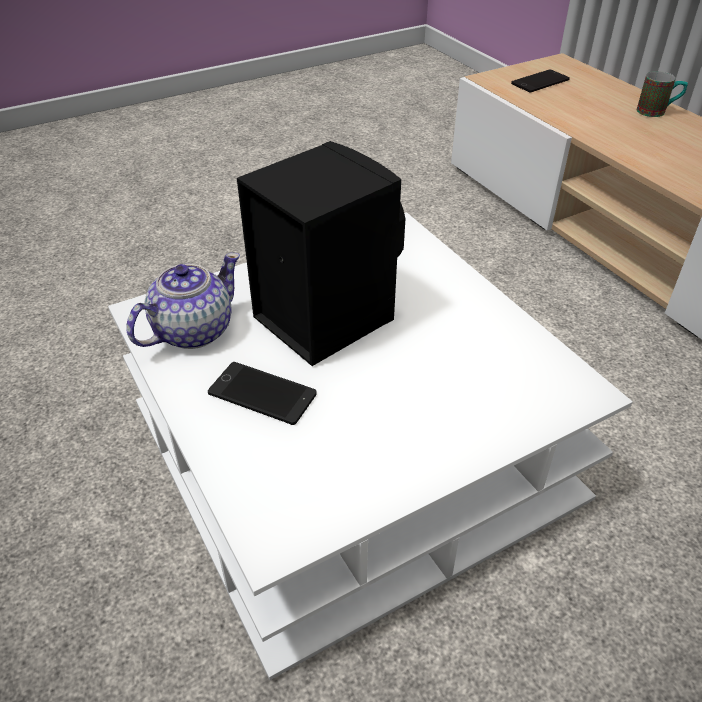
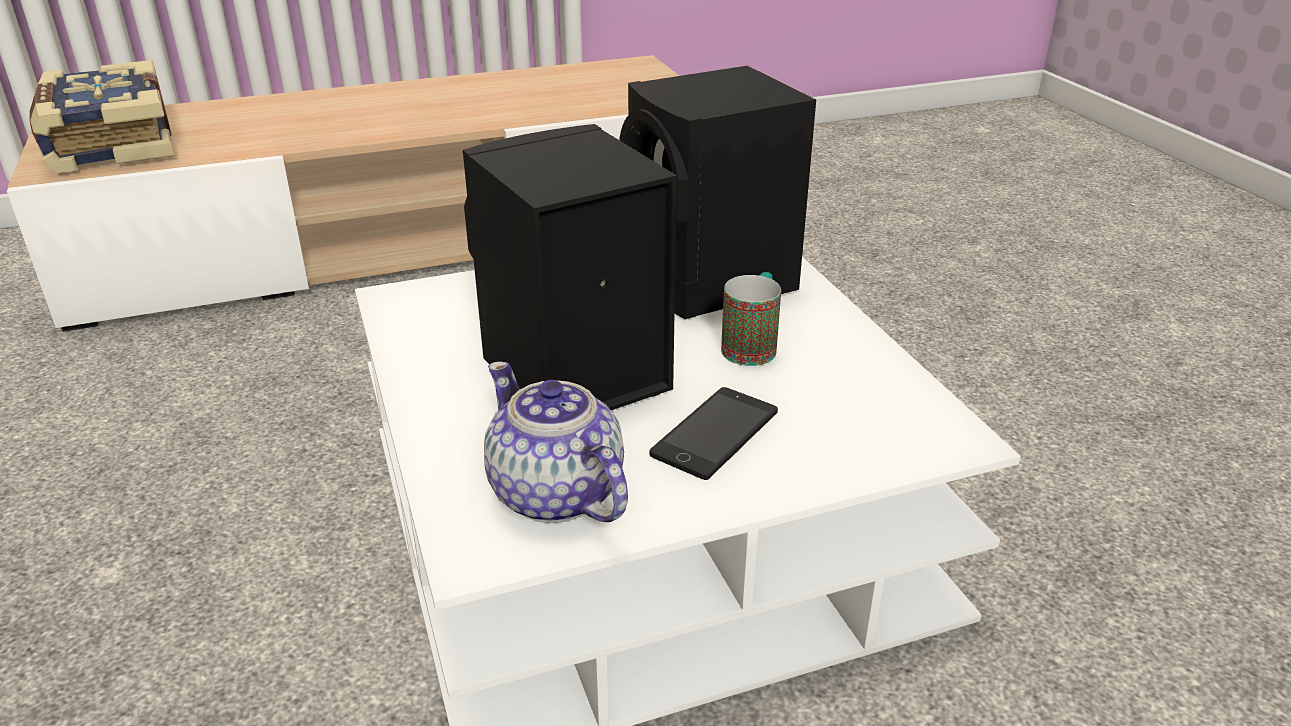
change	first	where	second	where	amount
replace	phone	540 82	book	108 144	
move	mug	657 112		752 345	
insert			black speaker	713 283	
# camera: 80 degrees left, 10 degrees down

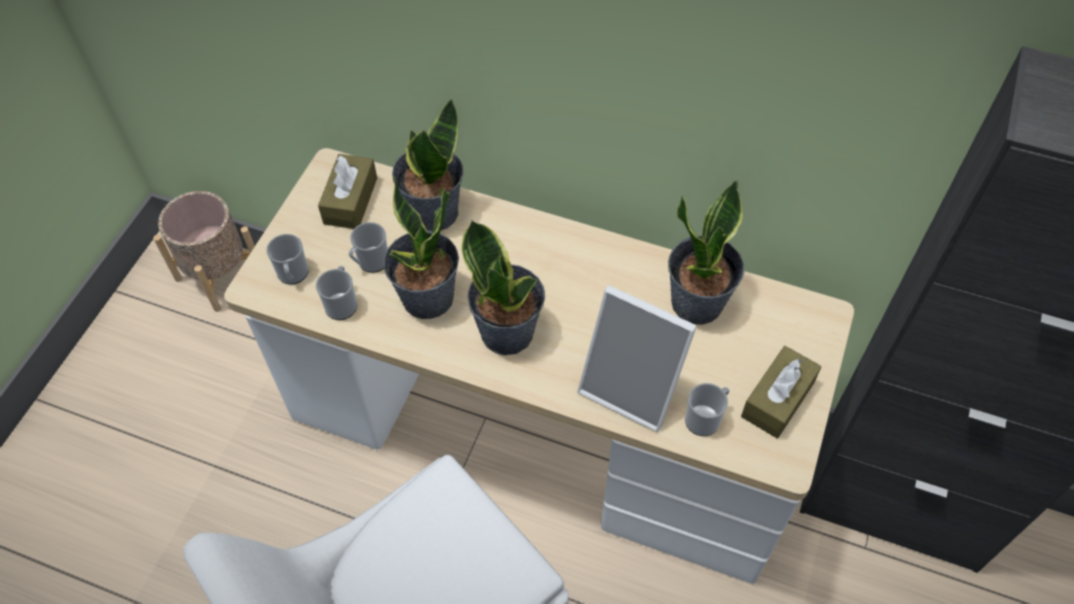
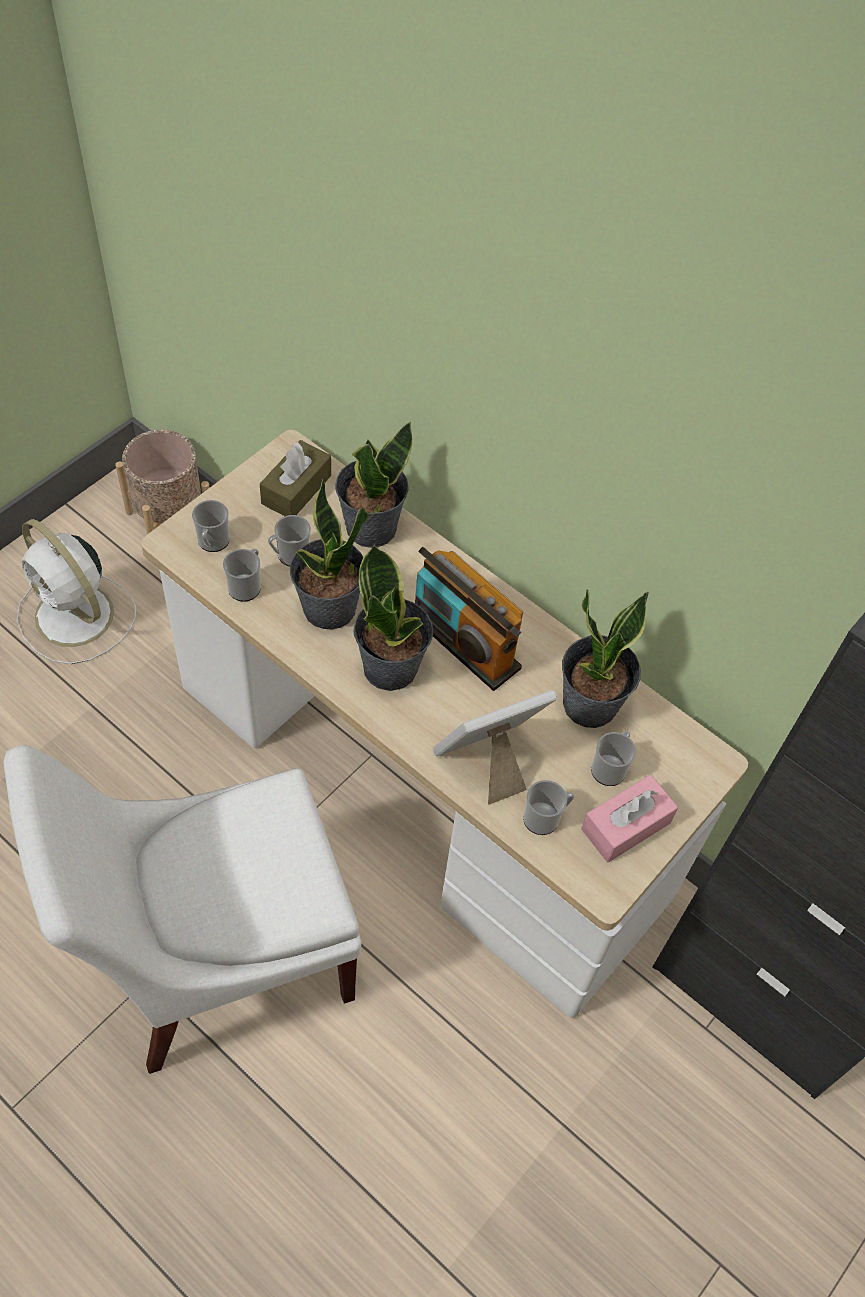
change	first	where	second	where	amount
rotate	picture frame	633 388		488 763	105 degrees clockwise
recolor	brown tissue box	777 399	pink tissue box	626 826	
insert			white fan	76 617	
insert			radio	463 641	
insert			mug	610 767	
# camera: 15 degrees right, 0 degrees up

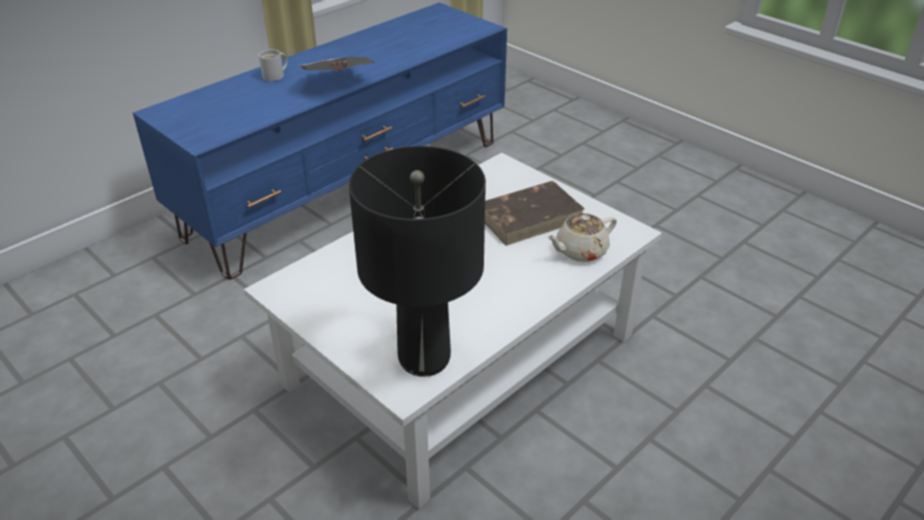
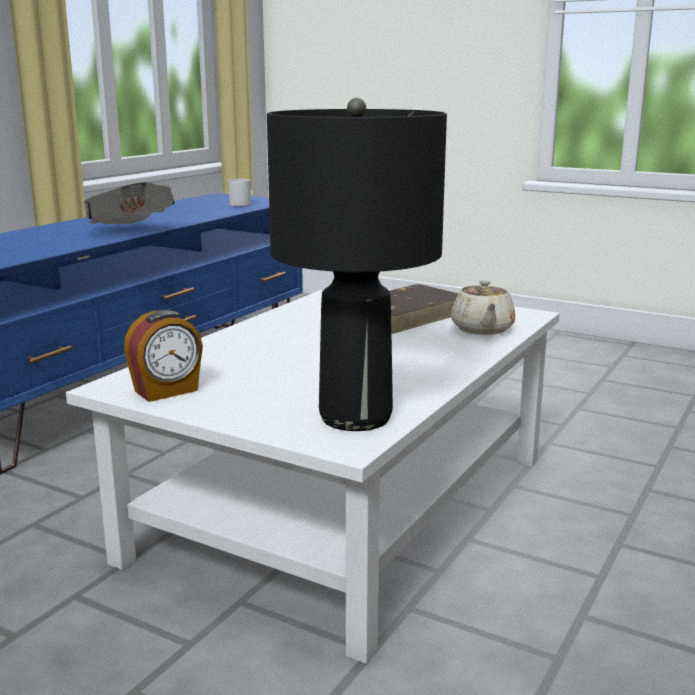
change	first	where	second	where	amount
move	white mug	275 76		242 204	
rotate	beige teapot	580 251		482 329	45 degrees counterclockwise
insert			alarm clock	167 391	
# camera: 15 degrees left, 20 degrees down

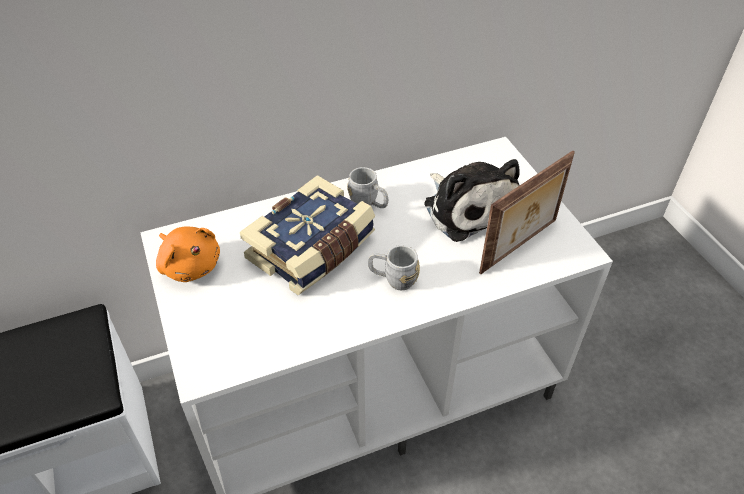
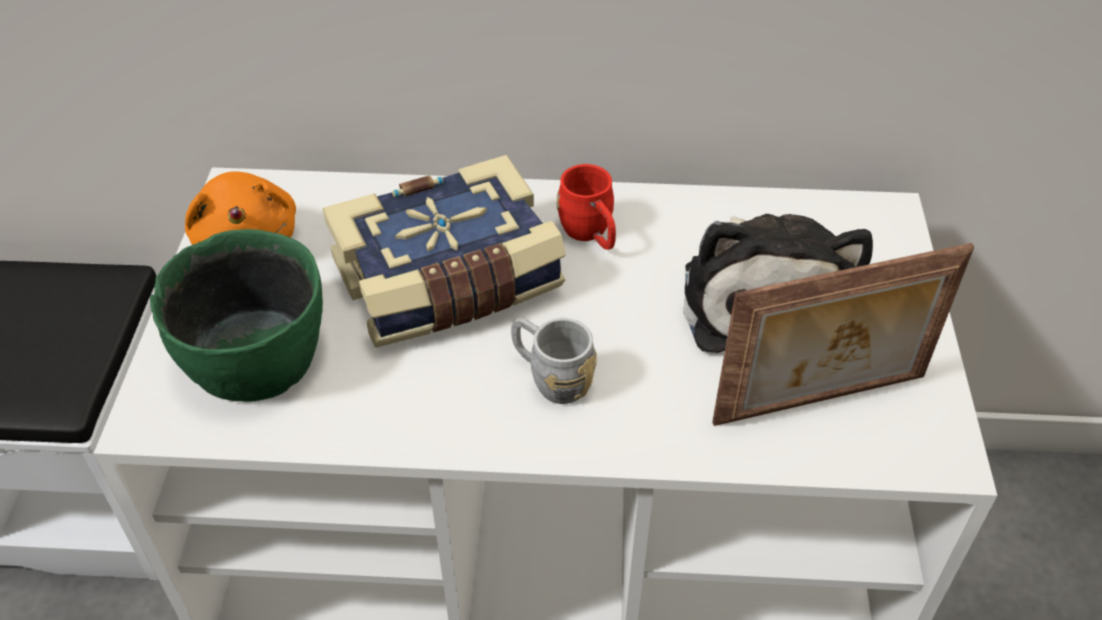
change	first	where	second	where	amount
recolor	grey mug	368 204	red mug	591 235	
insert			green bowl	257 355	
# camera: 25 degrees right, 0 degrees up

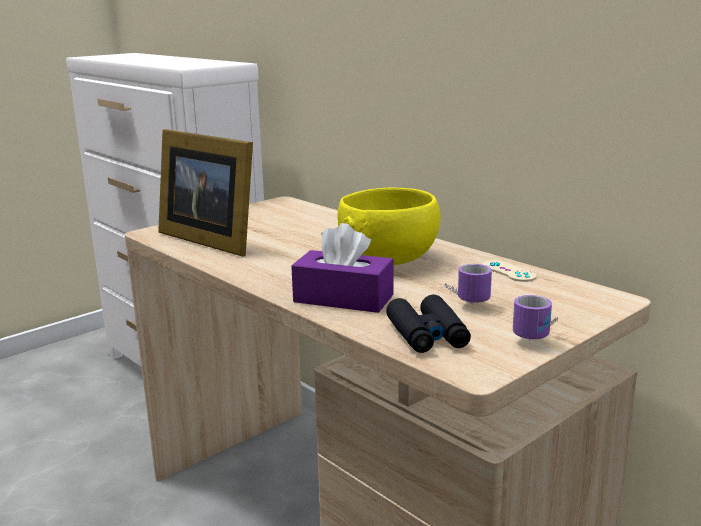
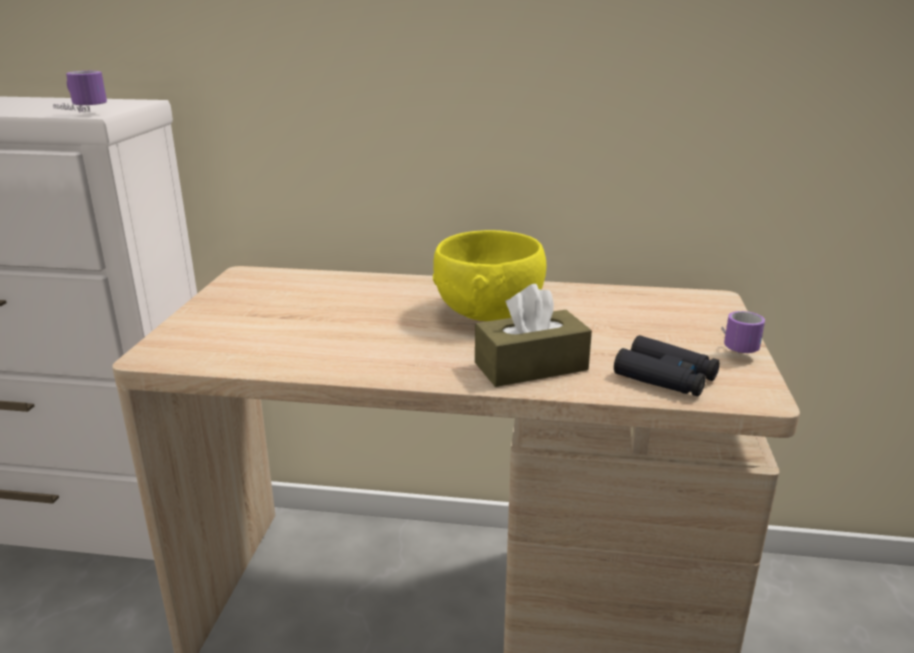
change	first	where	second	where	amount
delete	picture frame	210 239			
recolor	purple tissue box	343 298	brown tissue box	531 366	
move	mug	463 299		78 112	
delete	beige game controller	508 271			
# camera: 40 degrees left, 5 degrees up

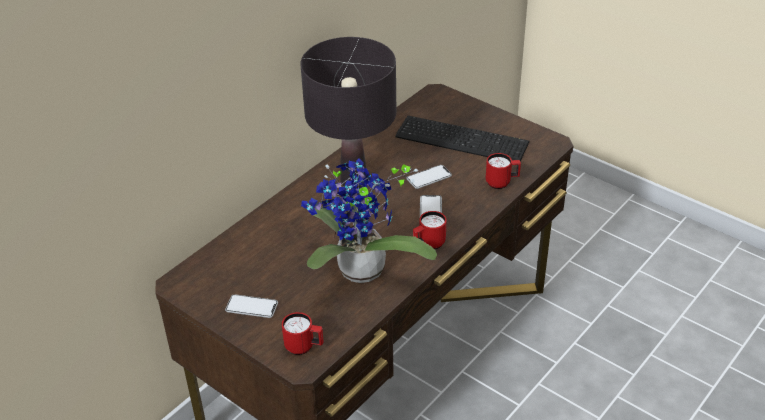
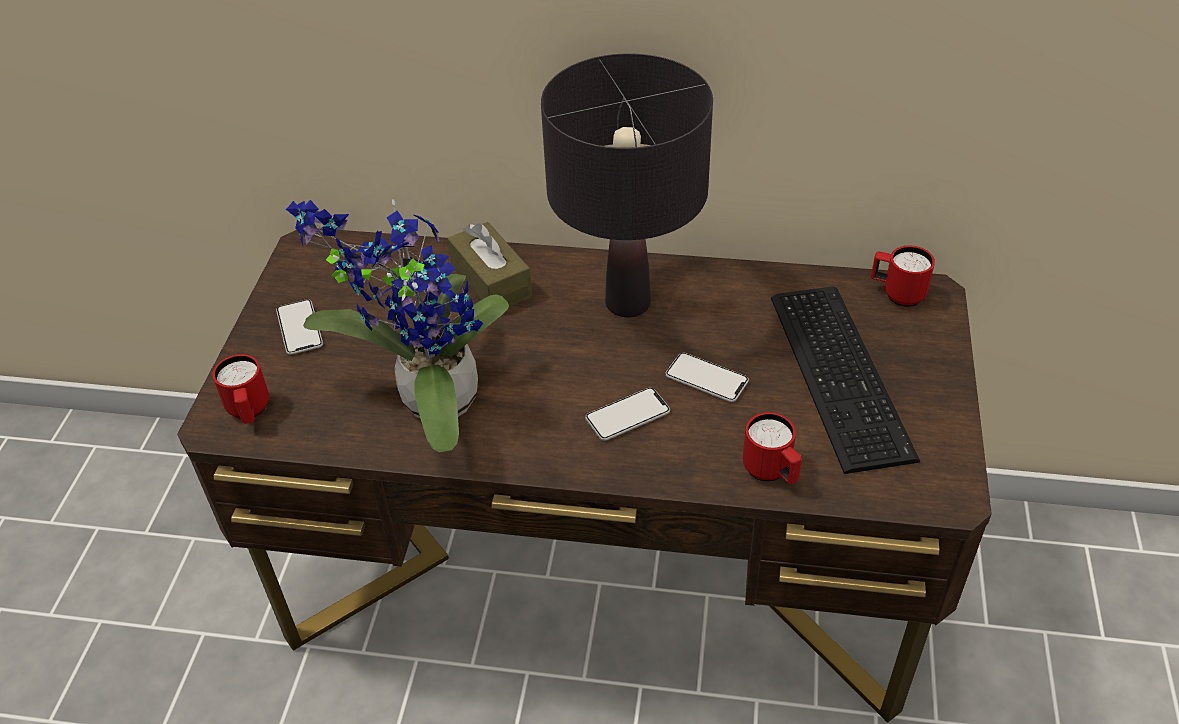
change	first	where	second	where	amount
move	red mug	428 244		896 294	
insert			brown tissue box	491 281	
# camera: 60 degrees right, 5 degrees up

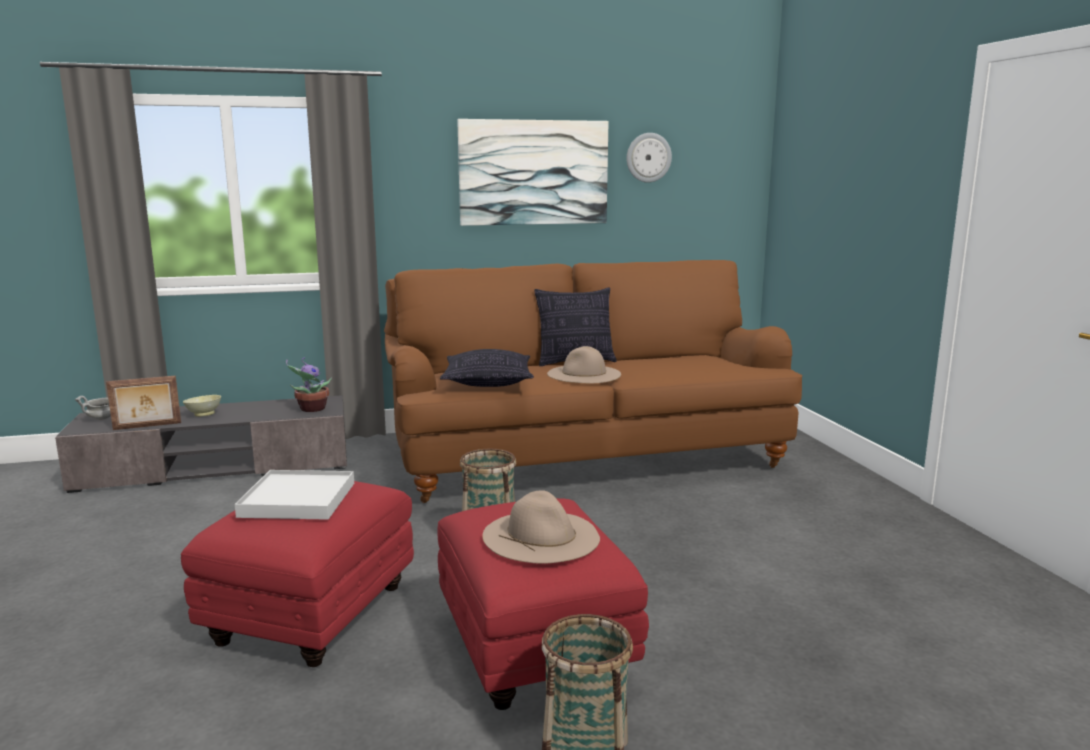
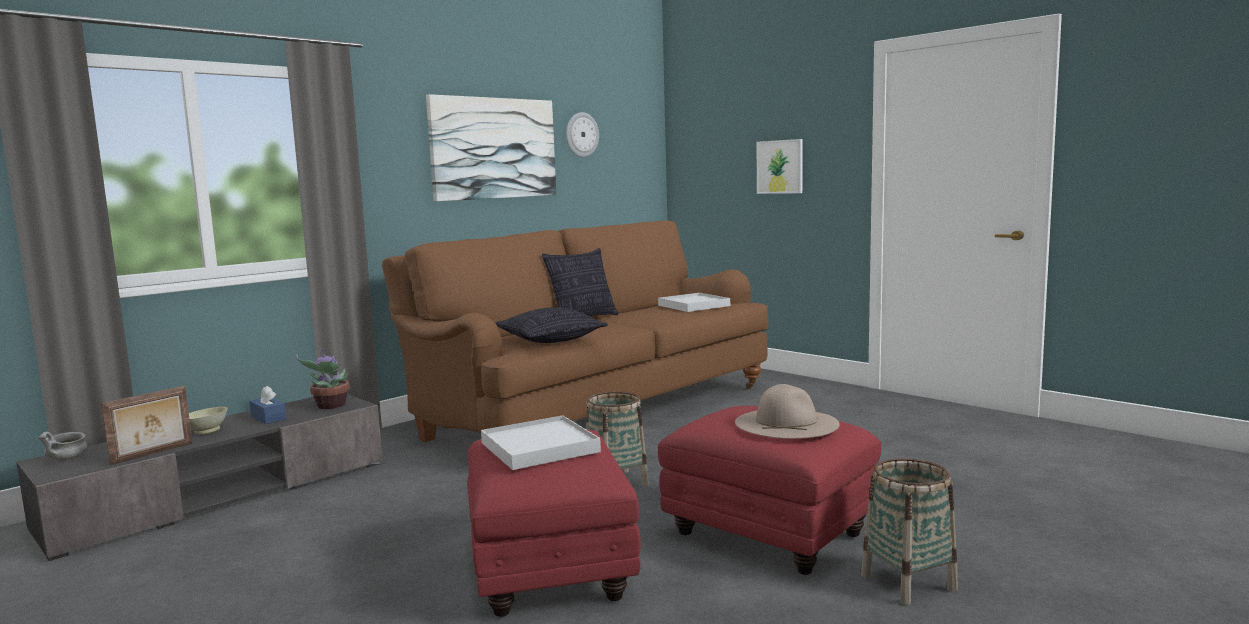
change	first	where	second	where	amount
delete	beige hat	584 374			
insert			blue tissue box	268 418	
insert			white tray	693 306	
insert			picture	780 167	
# camera: 30 degrees left, 5 degrees down

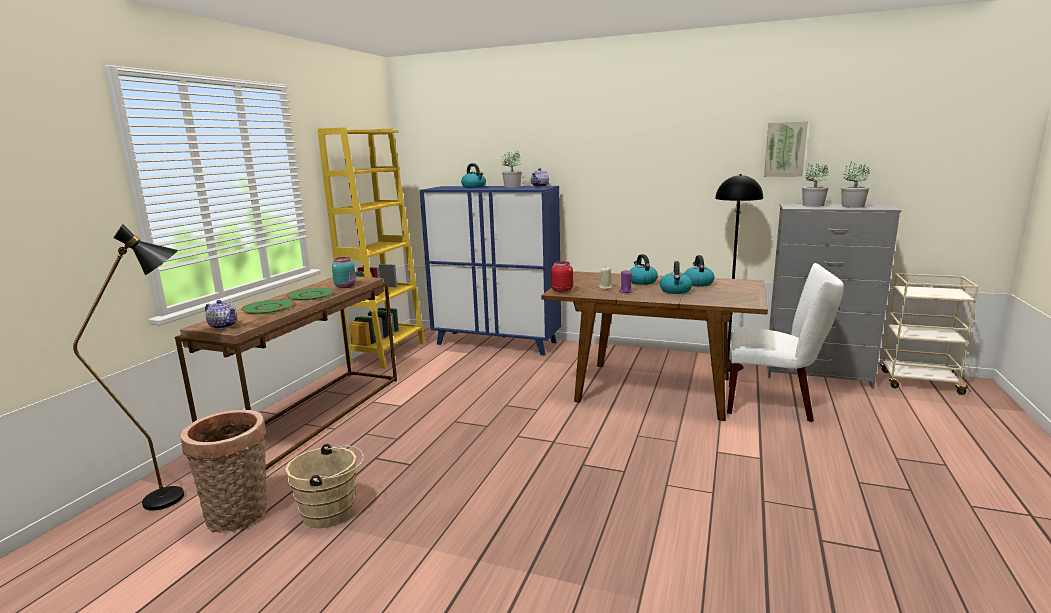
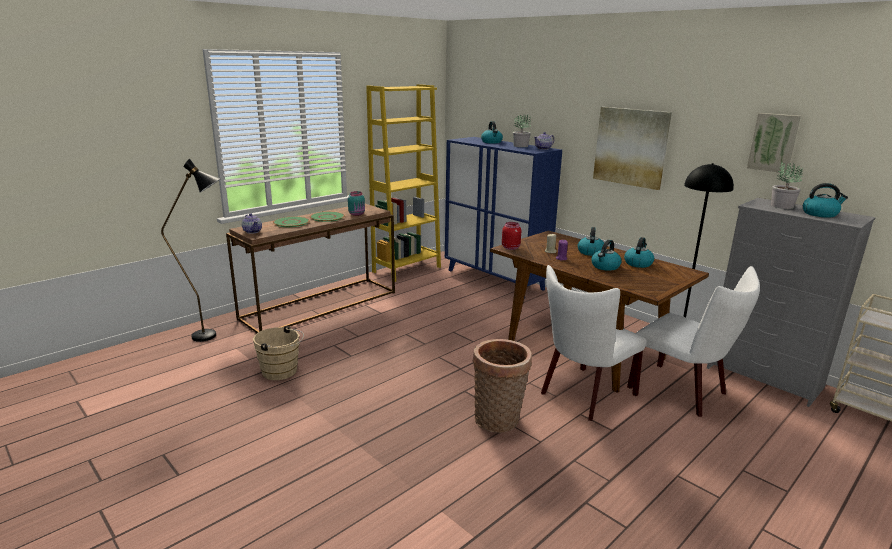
change	first	where	second	where	amount
move	basket	240 516		498 421	
replace	potted plant	852 206	kettle	820 214	
insert			white chair	584 395	
insert			picture	631 147	
# camera: 25 degrees right, 5 degrees up

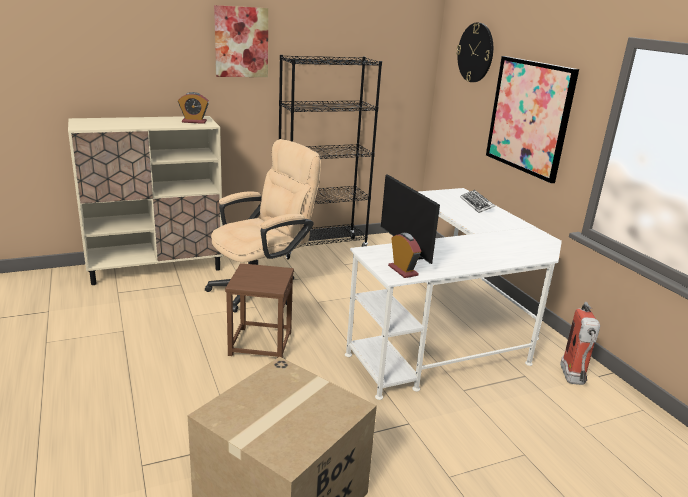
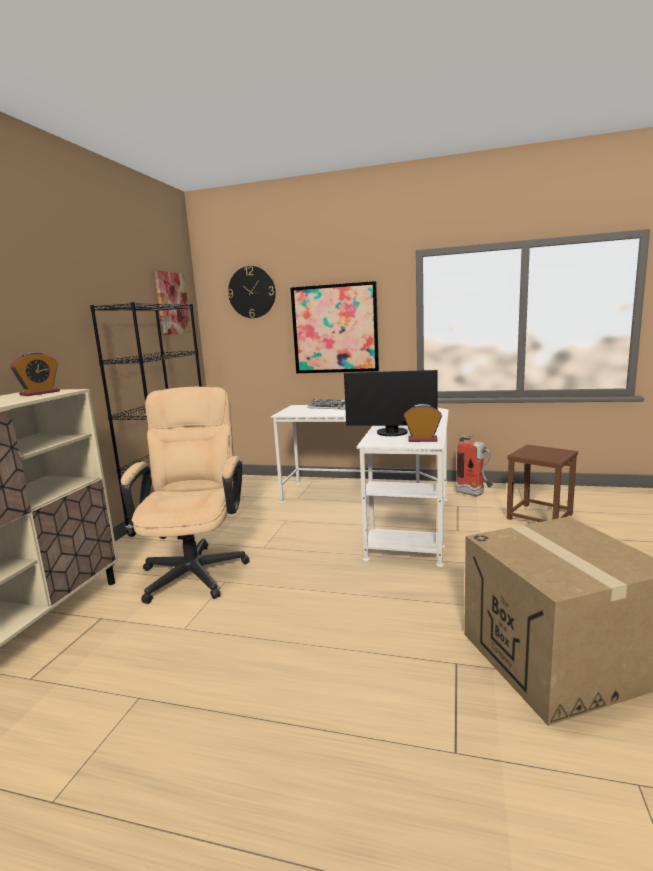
change	first	where	second	where	amount
move	picture	241 42		172 303	
move	brown stool	260 343		539 517	
# camera: 50 degrees left, 10 degrees down

